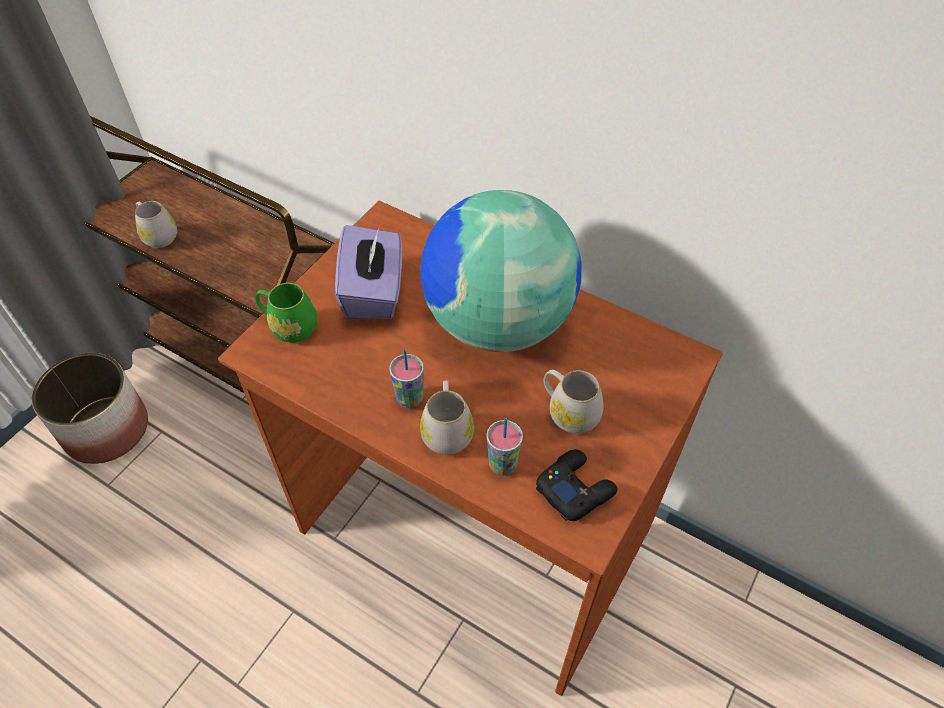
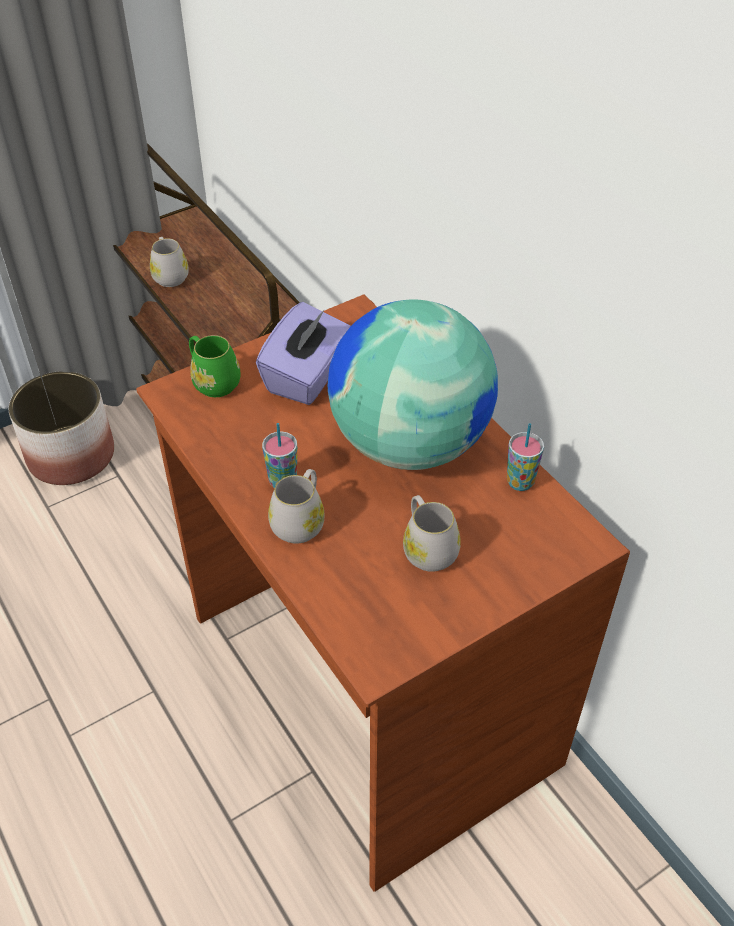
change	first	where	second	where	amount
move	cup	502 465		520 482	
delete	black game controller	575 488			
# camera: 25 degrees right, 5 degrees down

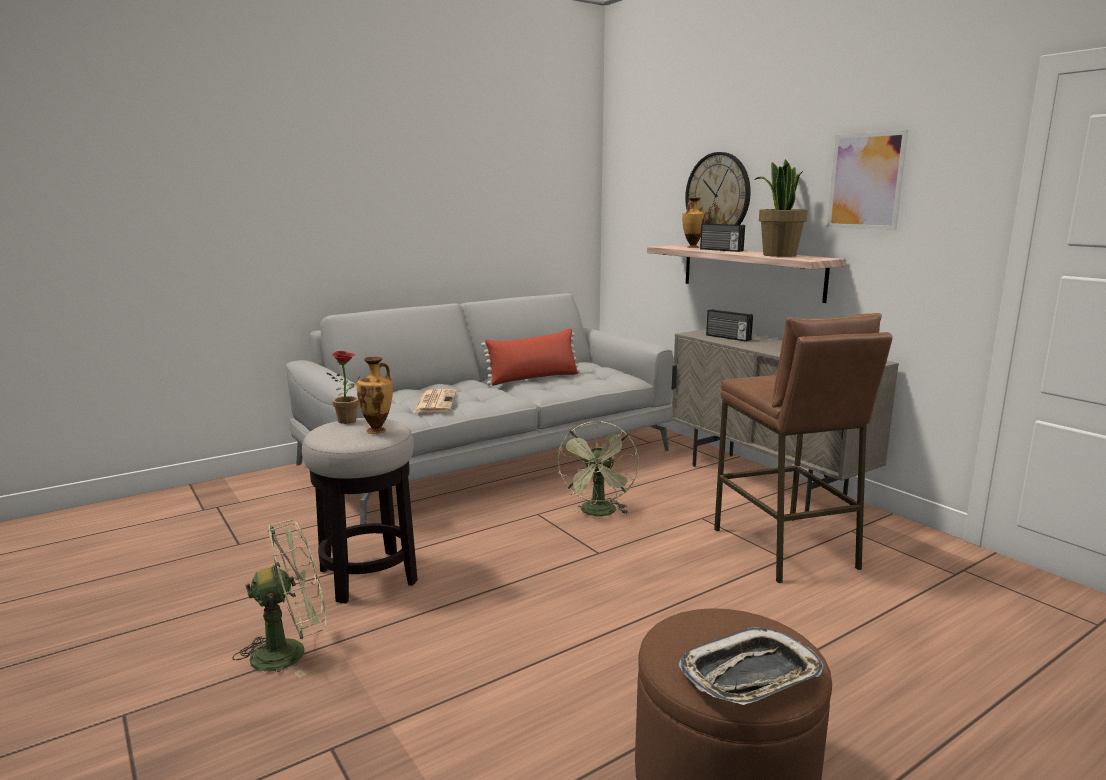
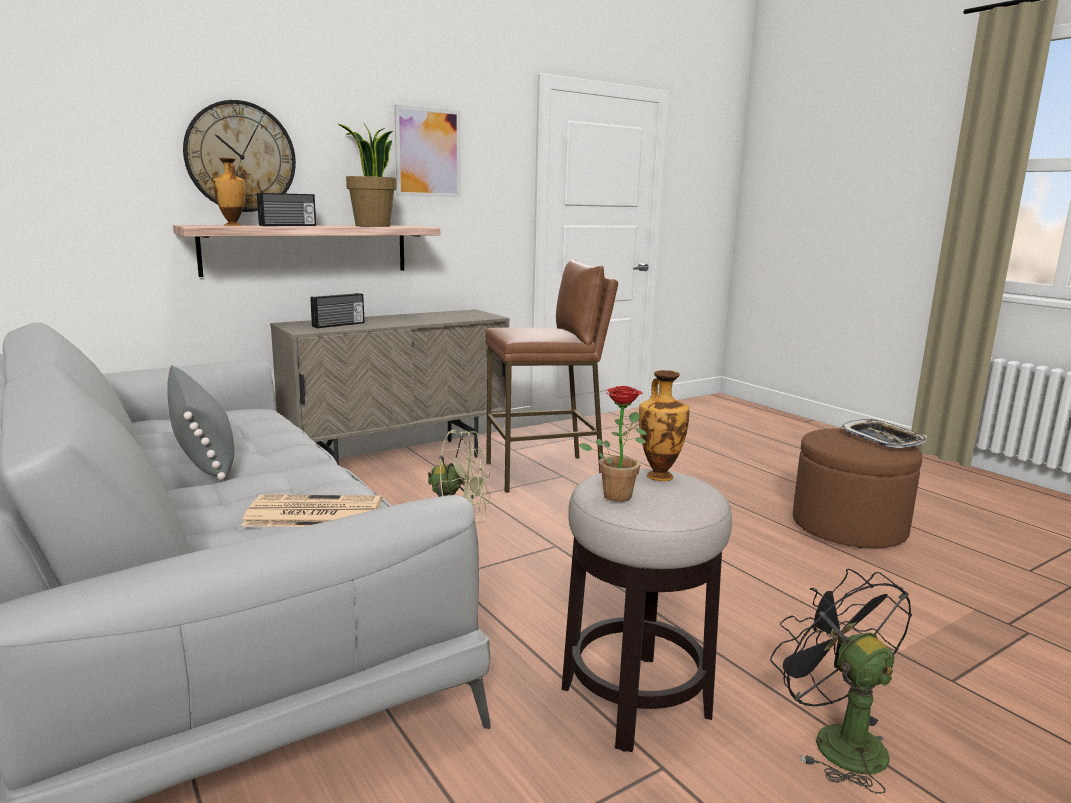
change	first	where	second	where	amount
recolor	green fan	290 652	black fan	836 740	
recolor	red pillow	533 378	grey pillow	203 454	
# camera: 90 degrees left, 0 degrees up

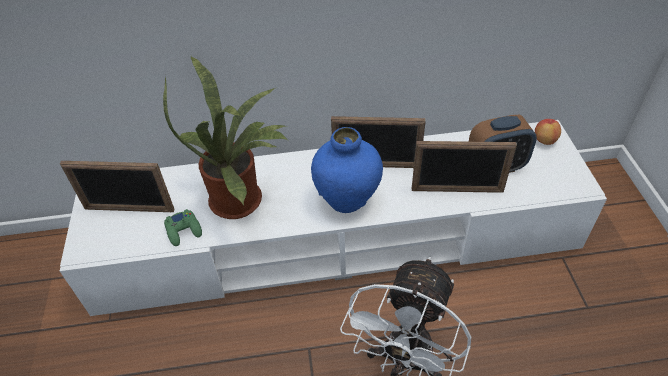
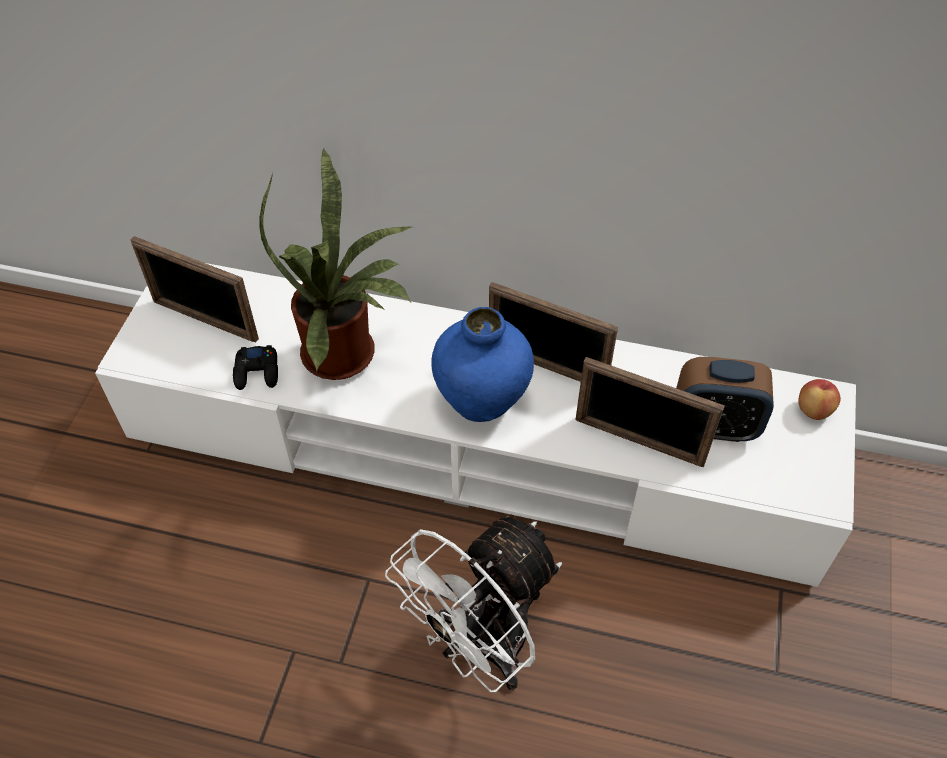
change	first	where	second	where	amount
recolor	green game controller	184 230	black game controller	257 372	
# camera: 20 degrees right, 5 degrees up

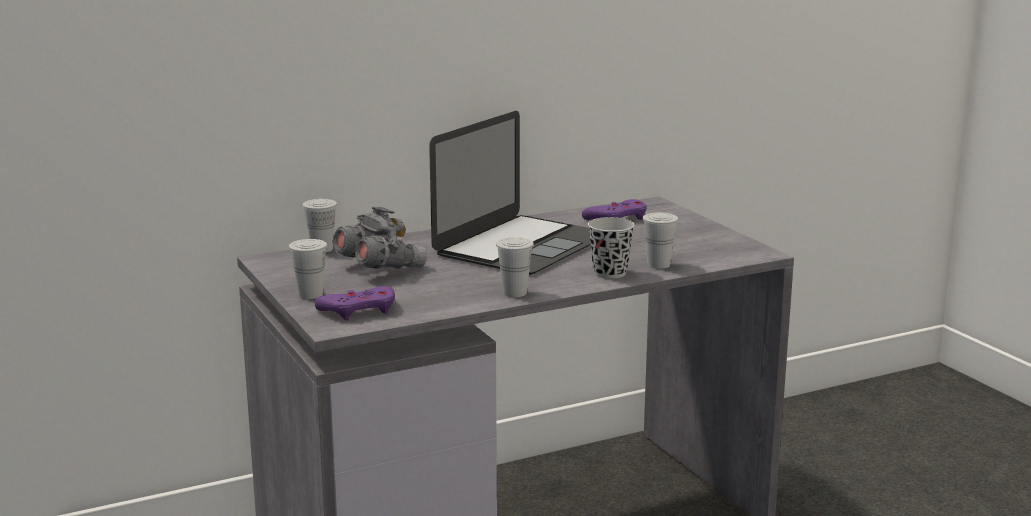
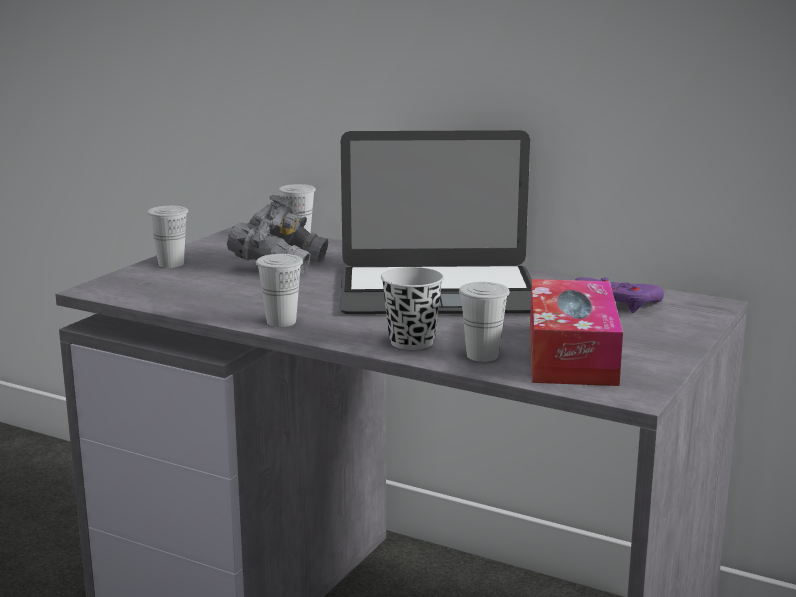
change	first	where	second	where	amount
delete	purple game controller	359 310			
insert			tissue box	571 354	
# camera: 55 degrees right, 0 degrees up

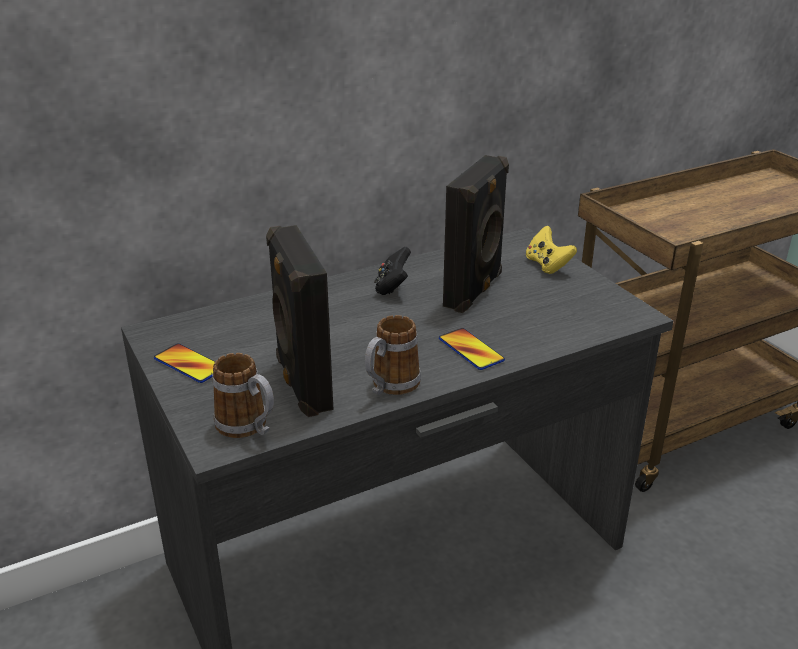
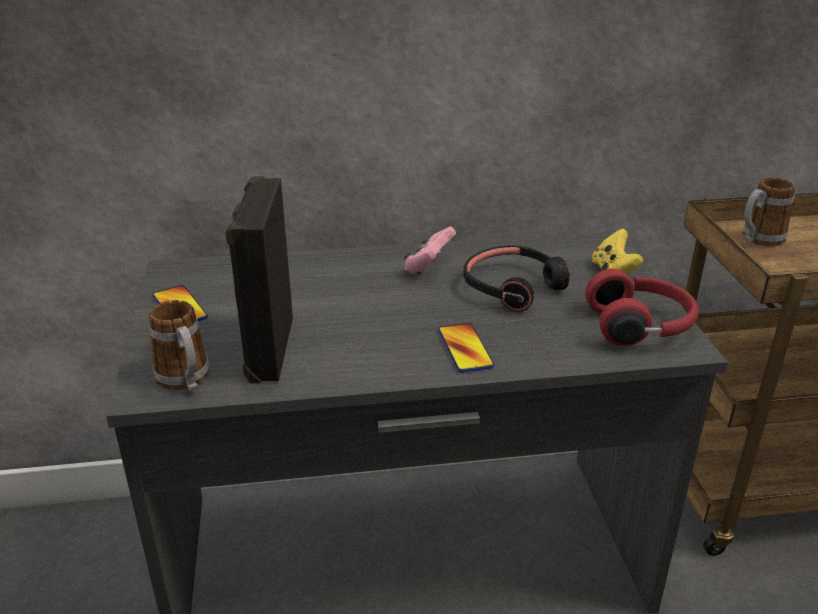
change	first	where	second	where	amount
move	mug	390 387		758 240	
recolor	black game controller	392 286	pink game controller	428 267	
replace	black speaker	475 291	black headphones	512 286	
insert			red headphones	640 326	
# camera: 20 degrees right, 0 degrees up

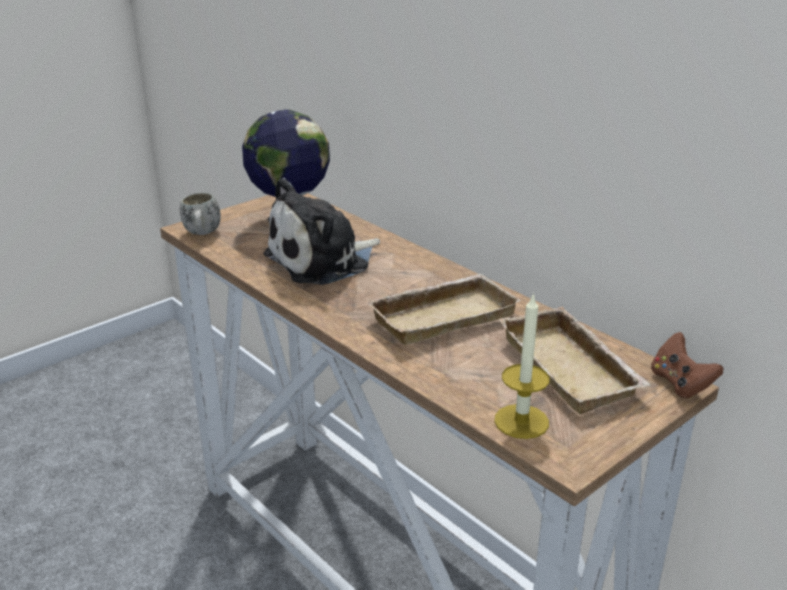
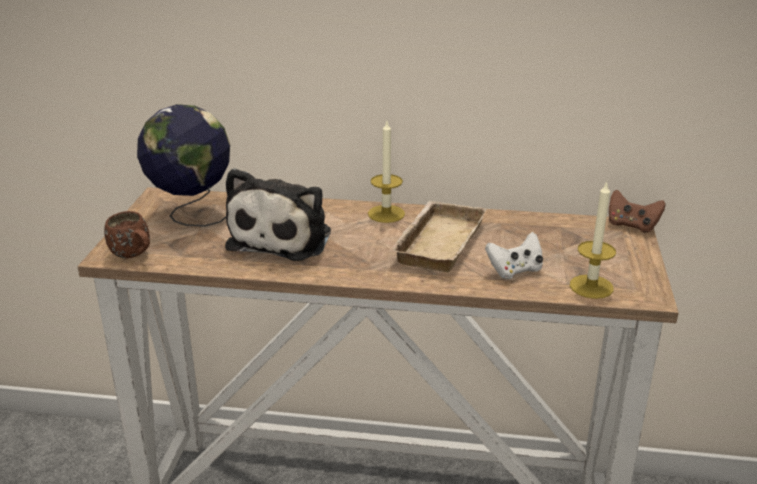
change	first	where	second	where	amount
recolor	white mug	202 234	brown mug	134 256	
delete	beige tray	573 368			
insert			candle	386 214	
insert			white game controller	515 271	
# camera: 40 degrees left, 0 degrees up

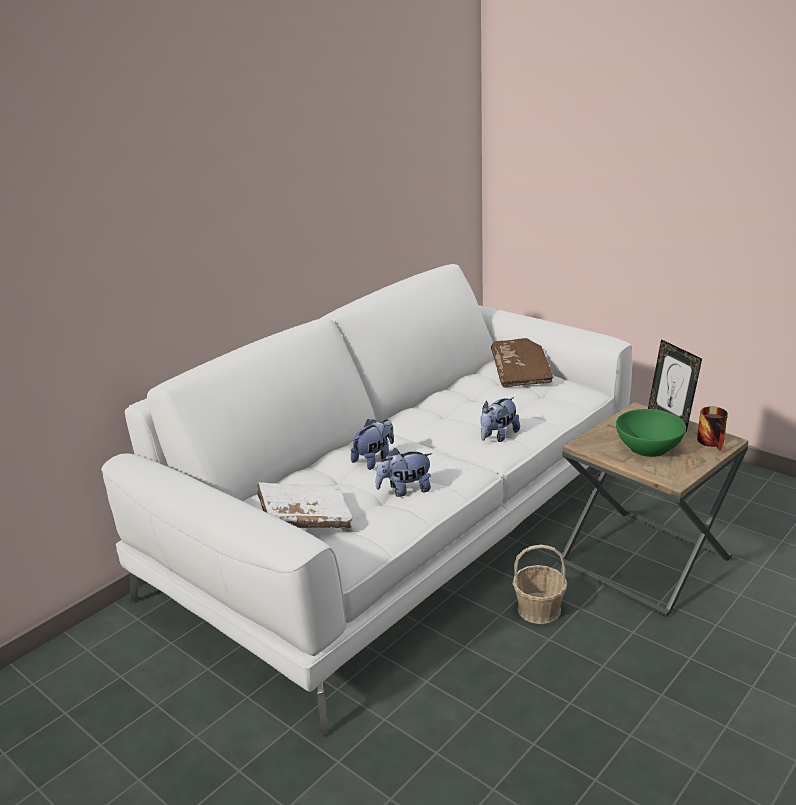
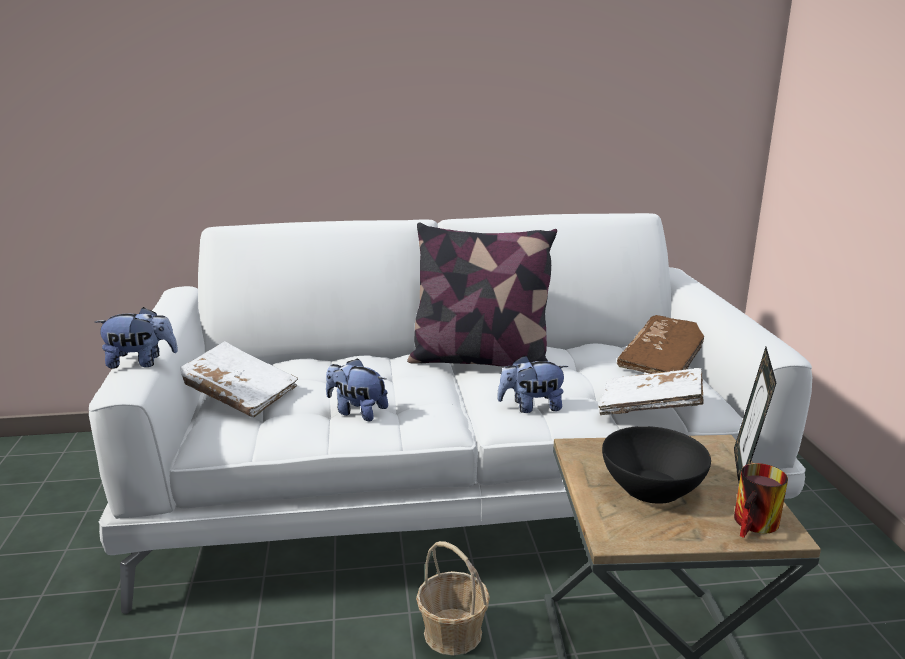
change	first	where	second	where	amount
move	plush toy	374 459		141 362	
recolor	green bowl	648 447	black bowl	652 487	
insert			pillow	480 359	
insert			white book	650 408	
# camera: 40 degrees right, 5 degrees down

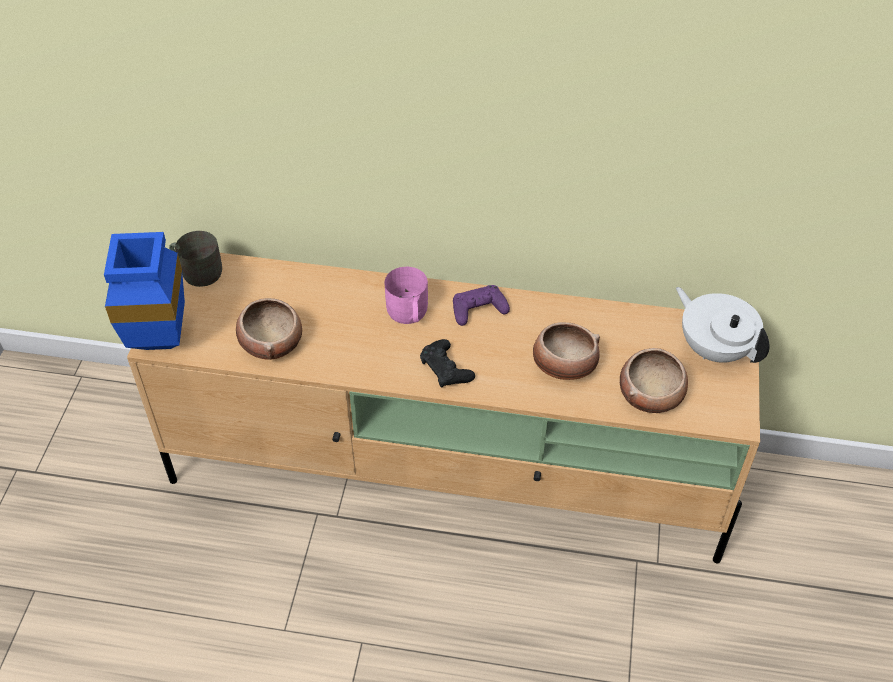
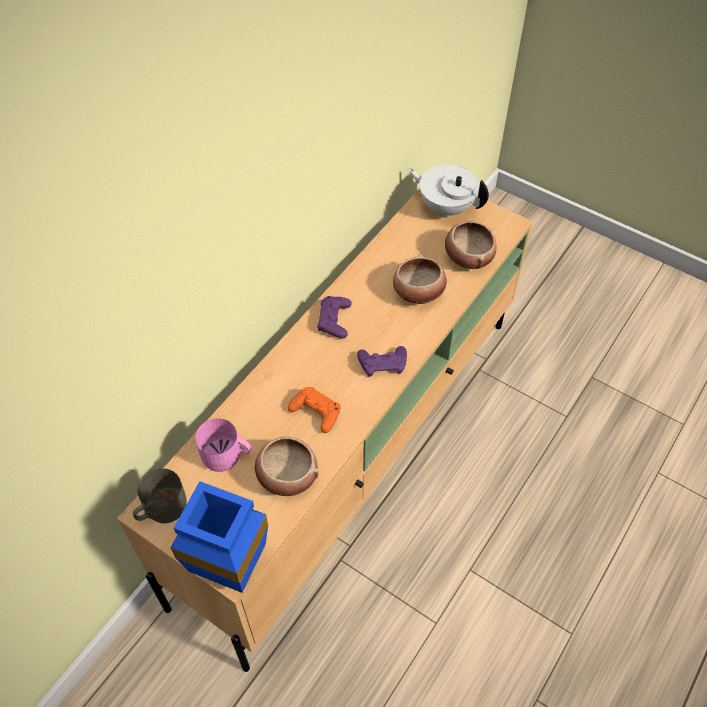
change	first	where	second	where	amount
move	pink mug	408 314		227 456	
recolor	black game controller	446 369	purple game controller	382 364	
rotate	white teapot	714 348		445 207	45 degrees clockwise
insert			orange game controller	316 412	
# camera: 65 degrees left, 5 degrees up

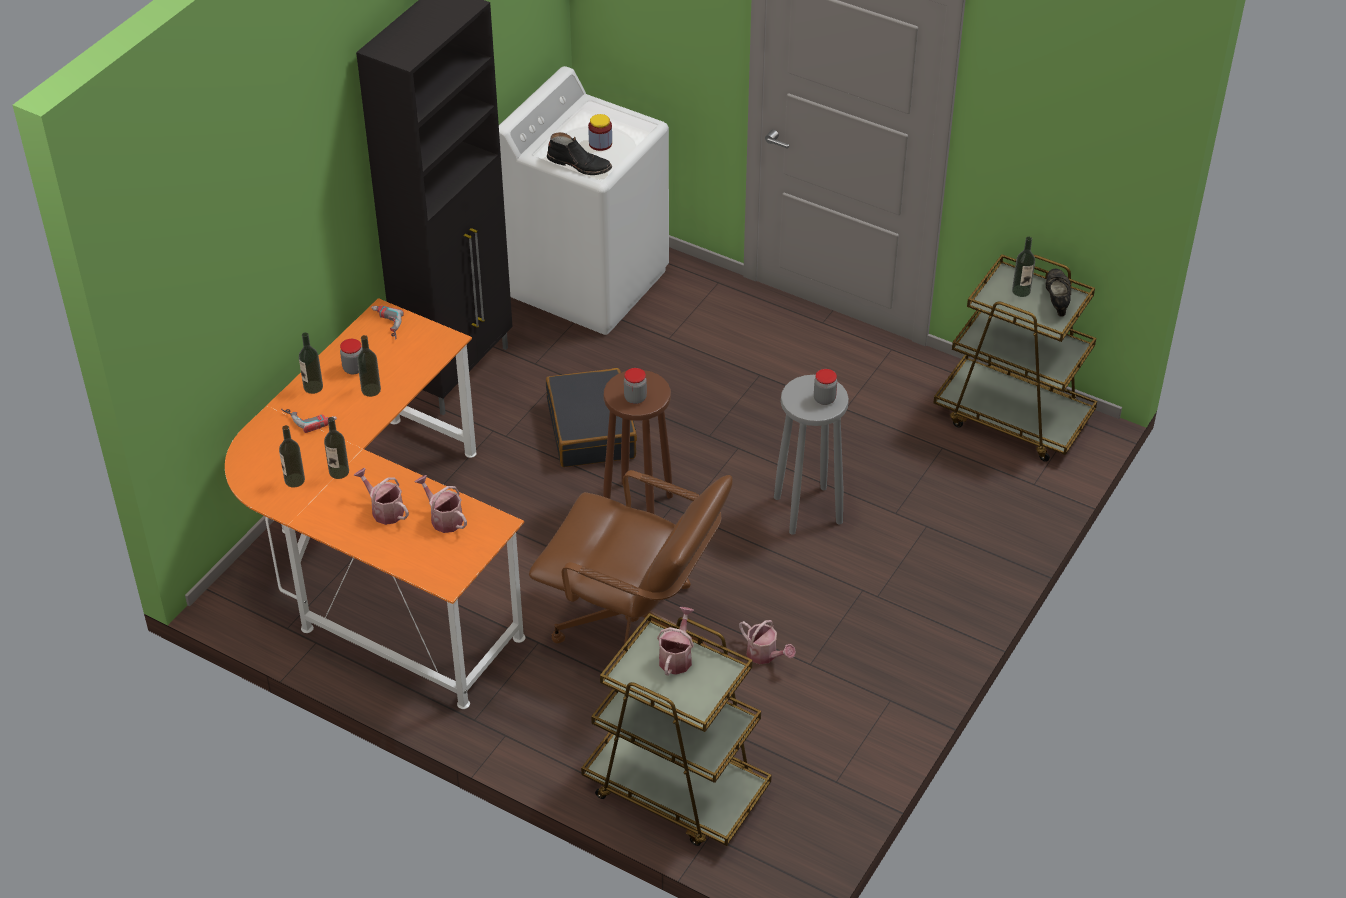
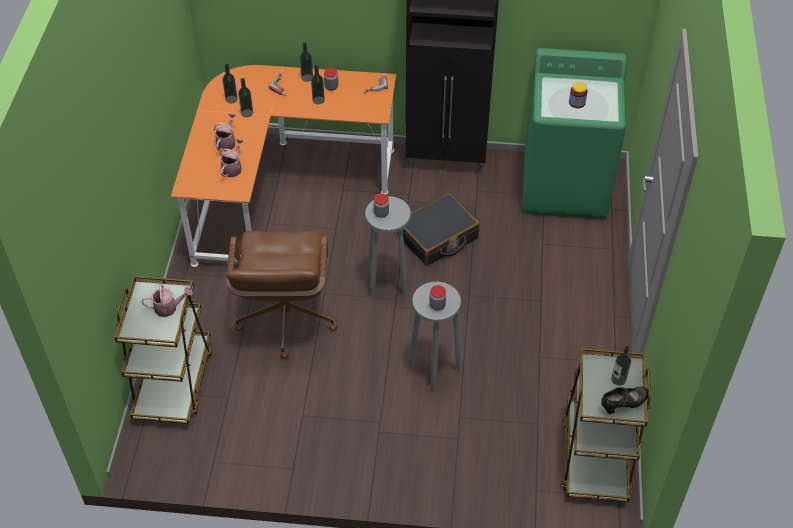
change	first	where	second	where	amount
recolor	white washing machine	587 282	green washing machine	565 187	
delete	black boot	580 164			
recolor	brown stool	638 505	grey stool	388 282	
delete	watering can	765 655			
# camera: 65 degrees right, 5 degrees up

